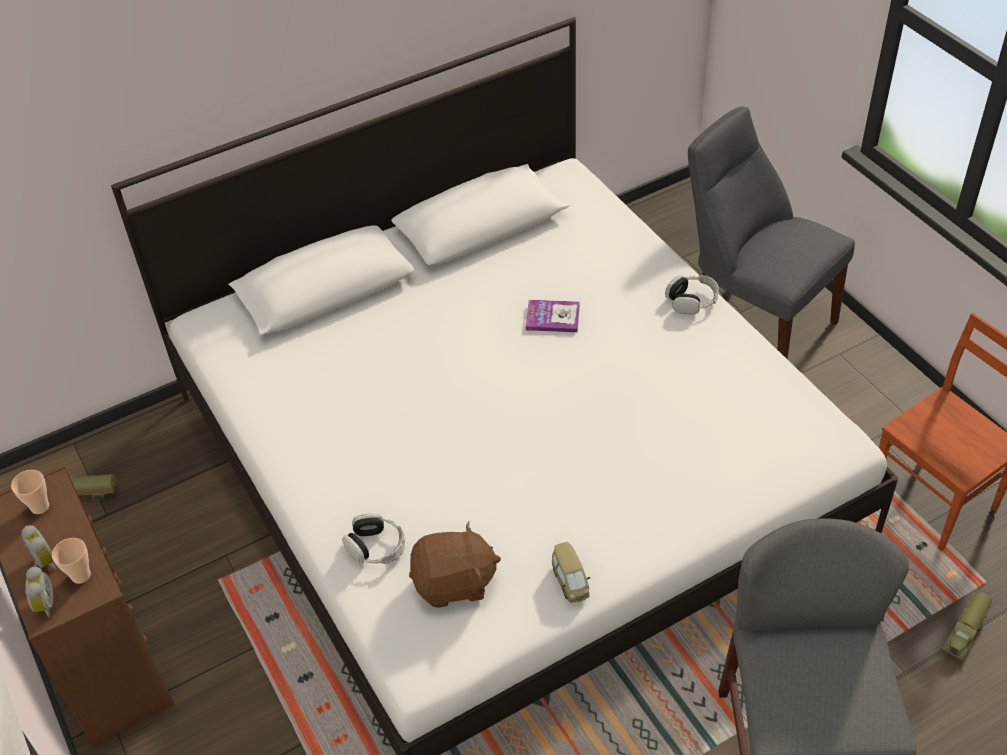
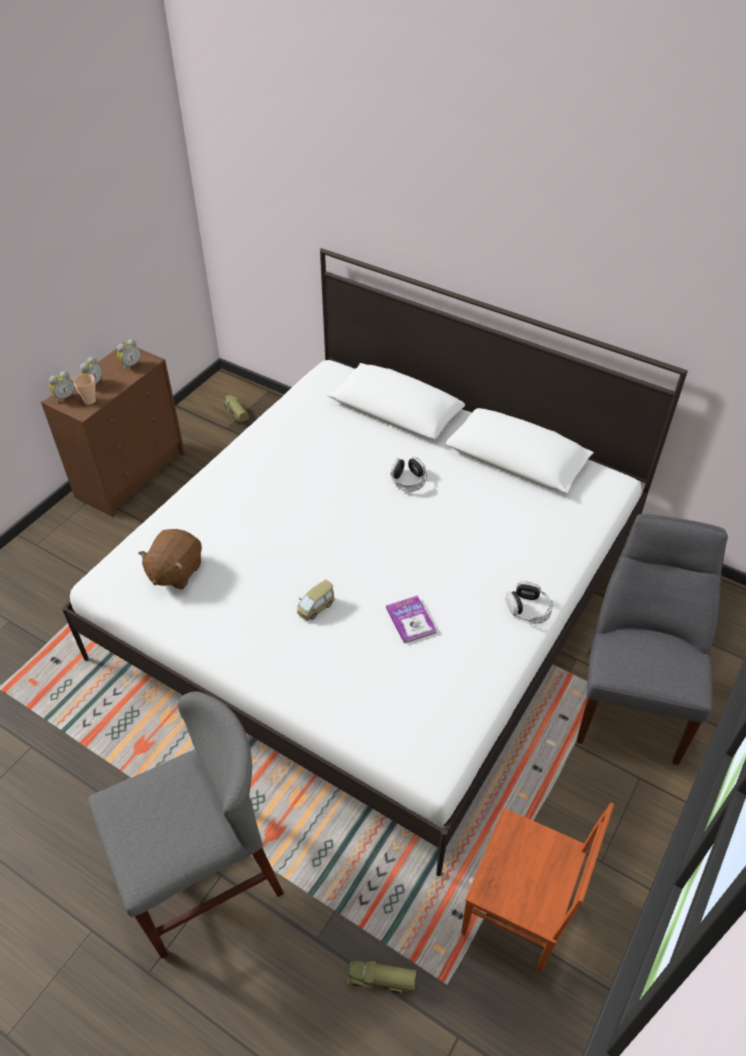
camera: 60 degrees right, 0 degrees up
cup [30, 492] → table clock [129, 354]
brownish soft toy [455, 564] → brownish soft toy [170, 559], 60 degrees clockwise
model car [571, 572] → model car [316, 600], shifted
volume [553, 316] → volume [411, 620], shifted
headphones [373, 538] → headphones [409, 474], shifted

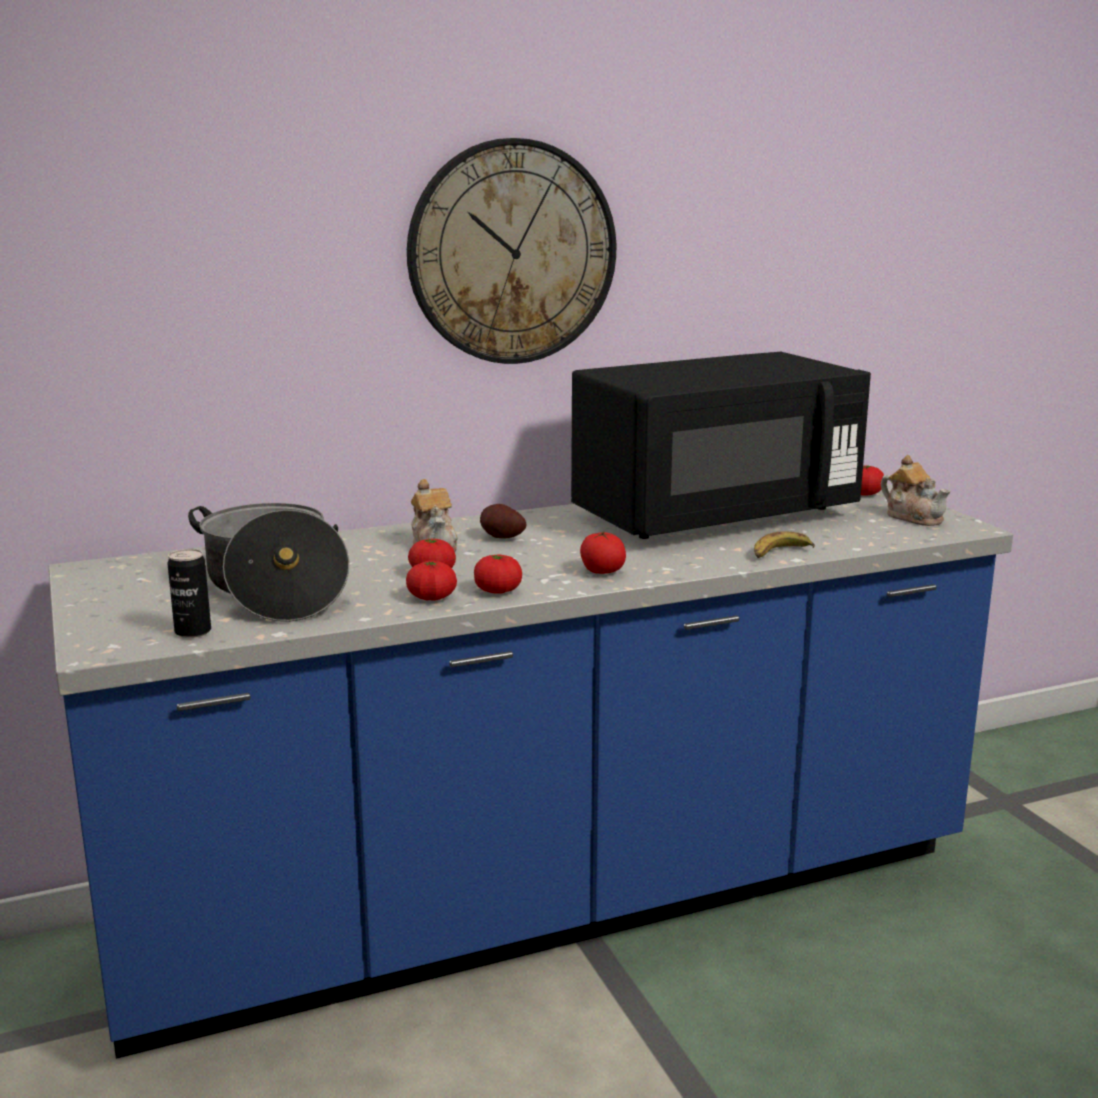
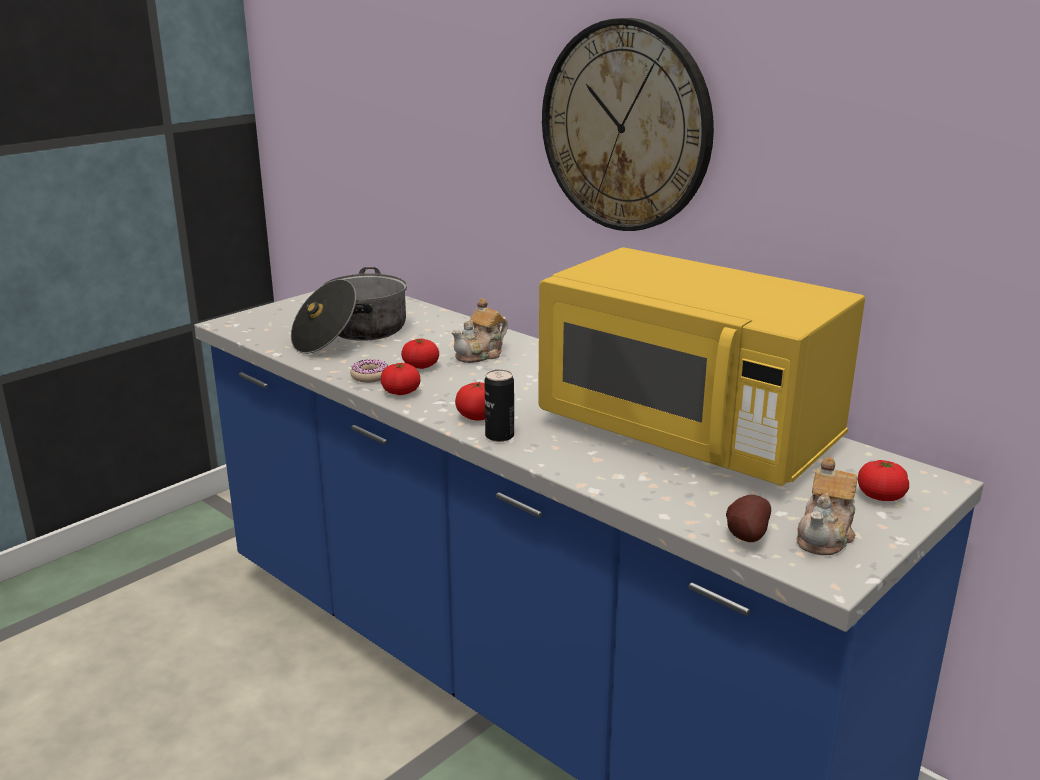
camera: 65 degrees right, 5 degrees up
fresh tomato [431, 581] → doughnut [369, 371]
metal can [189, 593] → metal can [499, 405], shifted
black-coloured microwave [721, 445] → yellow microwave [701, 366]
whole potato [503, 521] → whole potato [748, 518], shifted
banana [784, 544] → -

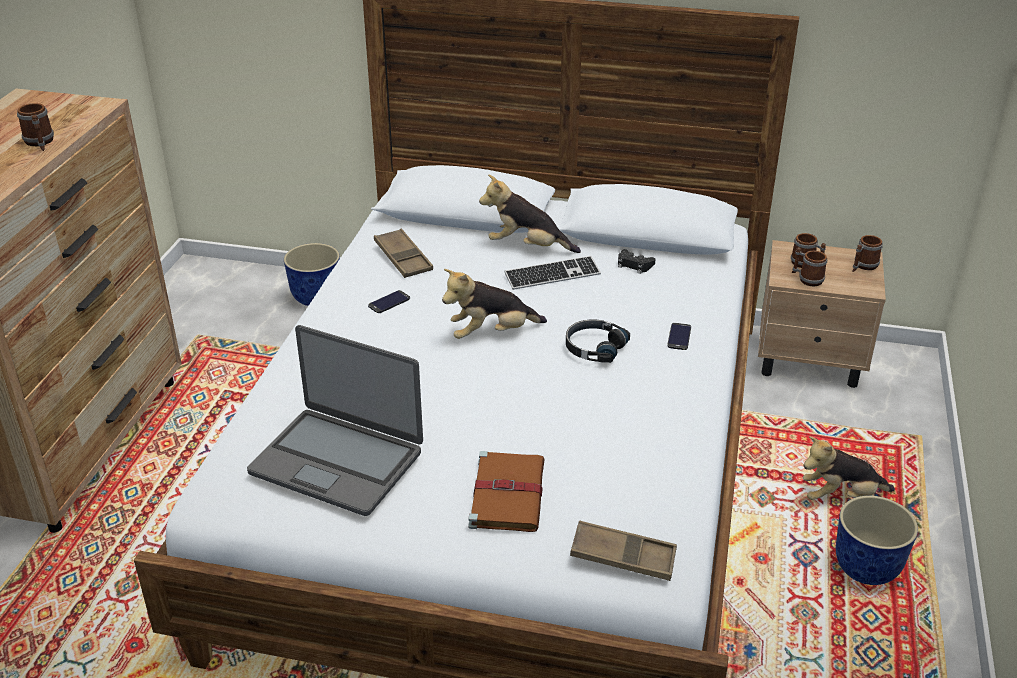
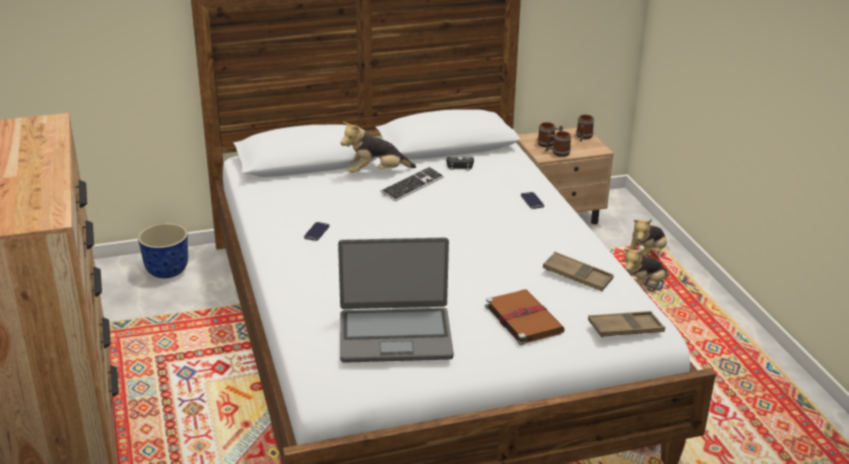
camera: 30 degrees left, 5 degrees down
brownish carrying tray [403, 253] → brownish carrying tray [578, 271], shifted
soft toy [494, 304] → soft toy [645, 237], shifted
coffee mug [35, 127] → -
black-coloured headphones [598, 341] → -
planter [877, 540] → -

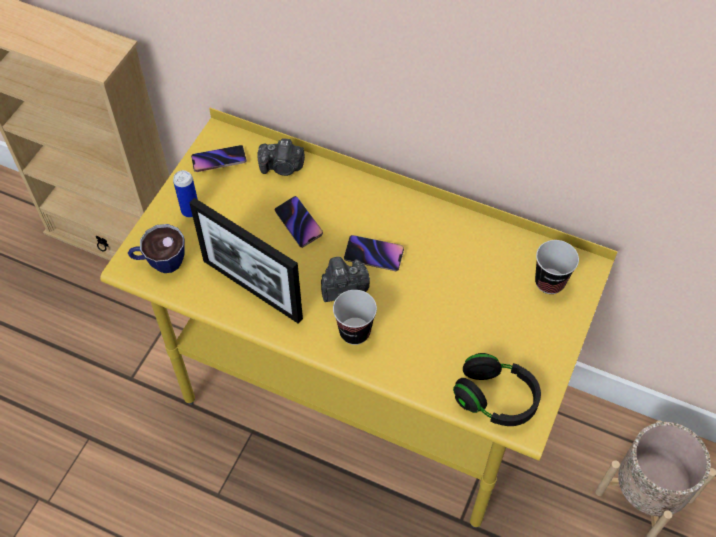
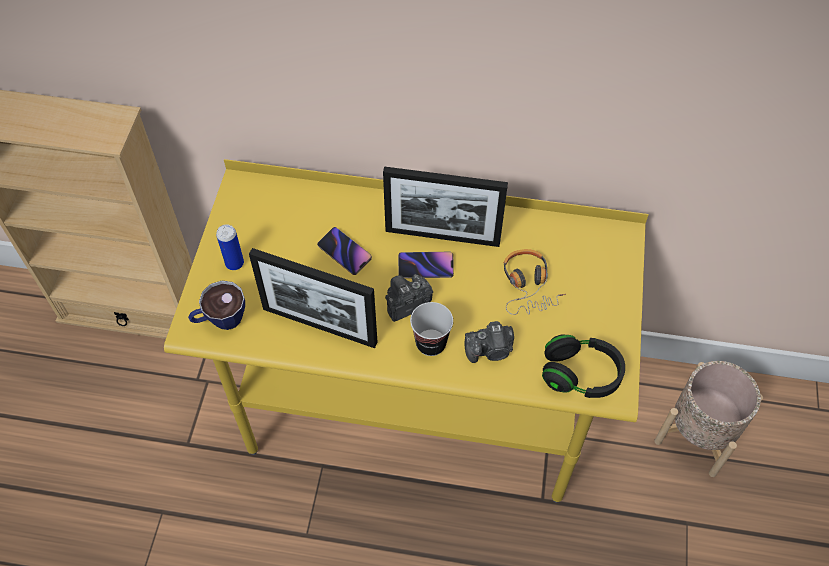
camera: 15 degrees left, 0 degrees up
- → picture frame [445, 206]
still camera [281, 157] → still camera [489, 342], shifted
- → headphones [535, 282]
telephone [219, 158] → -
cup [557, 267] → -

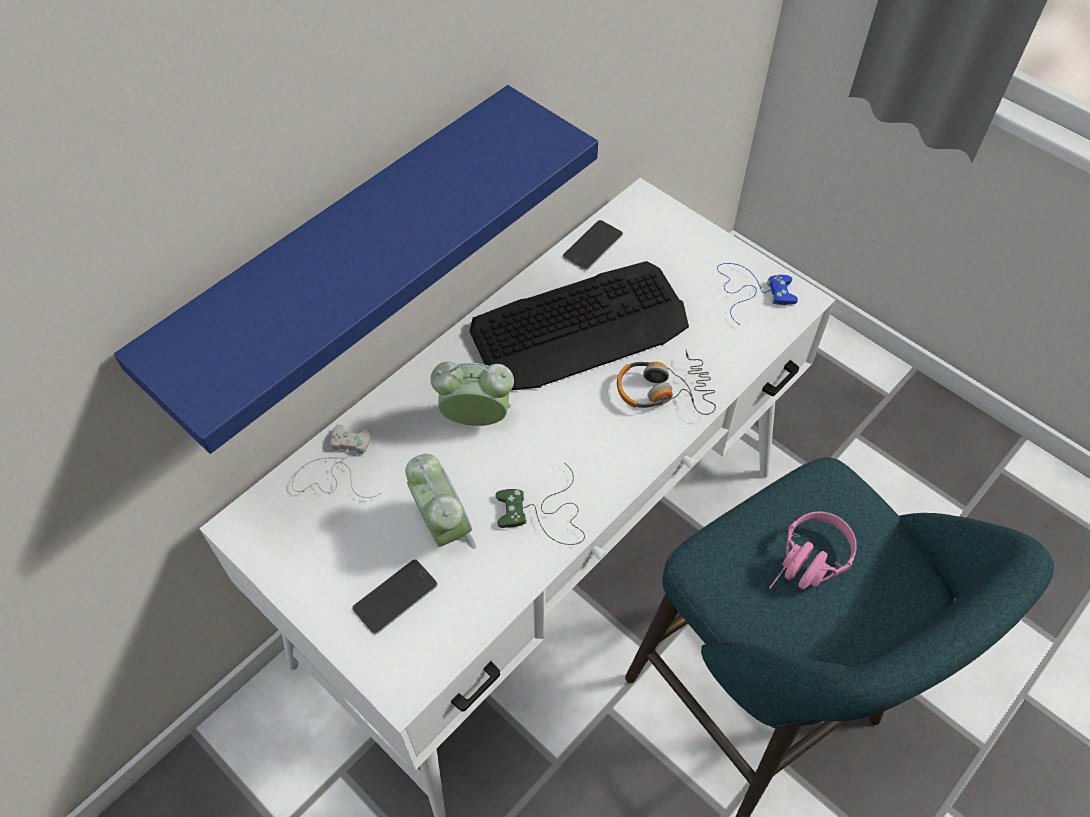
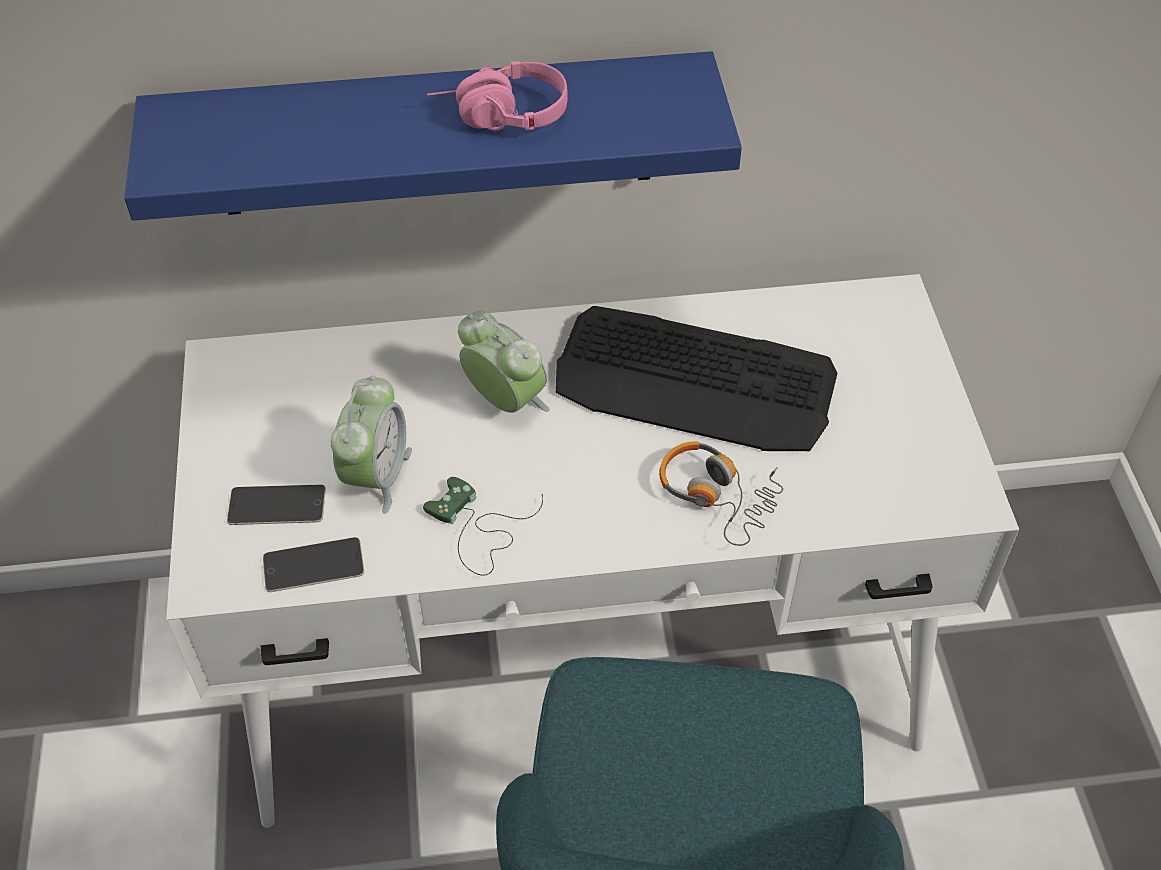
camera: 40 degrees right, 5 degrees down
telephone [592, 245] → telephone [313, 564], shifted
pink-coloured headphones [813, 550] → pink-coloured headphones [497, 96], shifted
whitish gamepad [336, 461] → -
blue-coloured gamepad [757, 294] → -

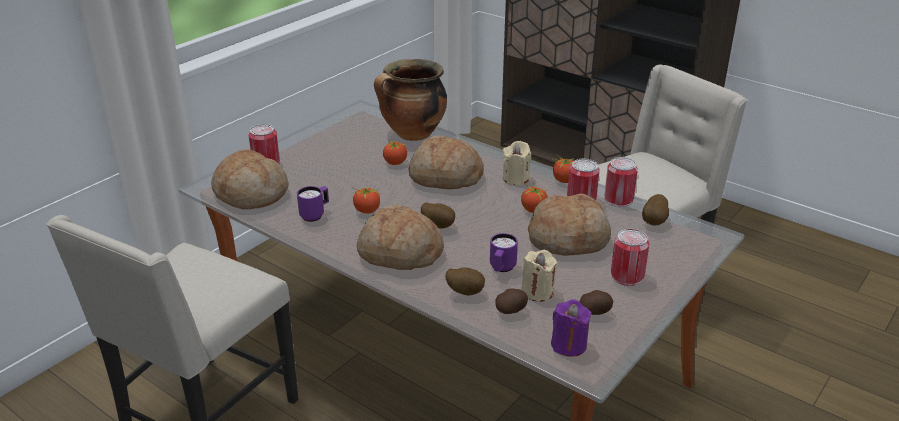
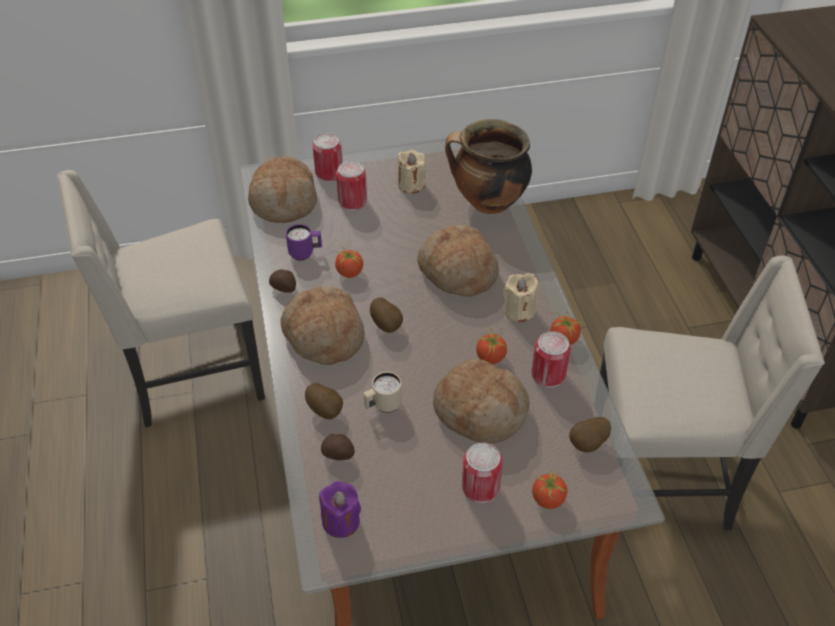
camera: 40 degrees right, 15 degrees up
whole potato [596, 302] → whole potato [282, 281], shifted
metal can [621, 182] → metal can [351, 186], shifted
purple coffee mug [504, 252] → beige-coloured coffee mug [383, 392]
beige-coloured wax candle [539, 276] → beige-coloured wax candle [412, 171], shifted
fresh tomato [395, 153] → fresh tomato [550, 490], shifted

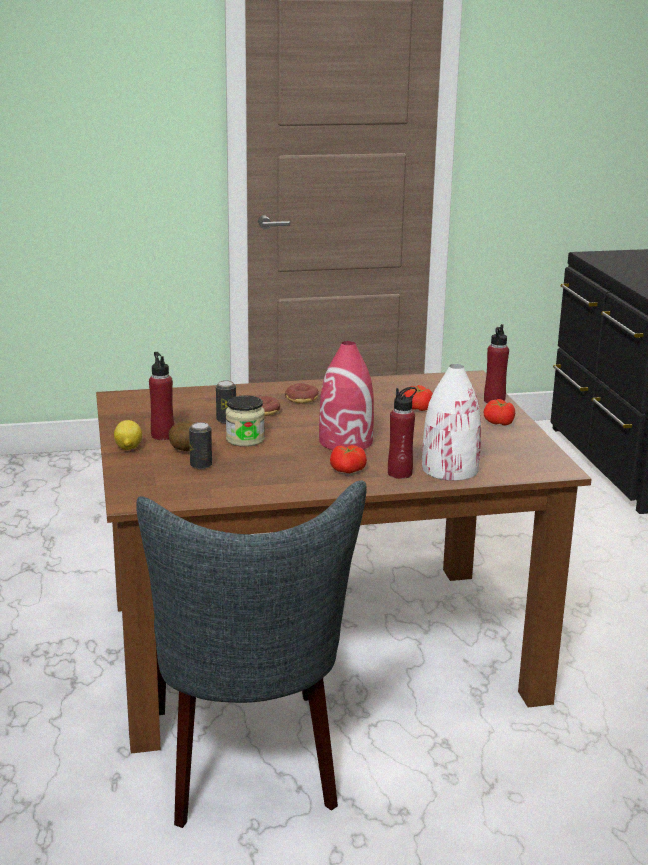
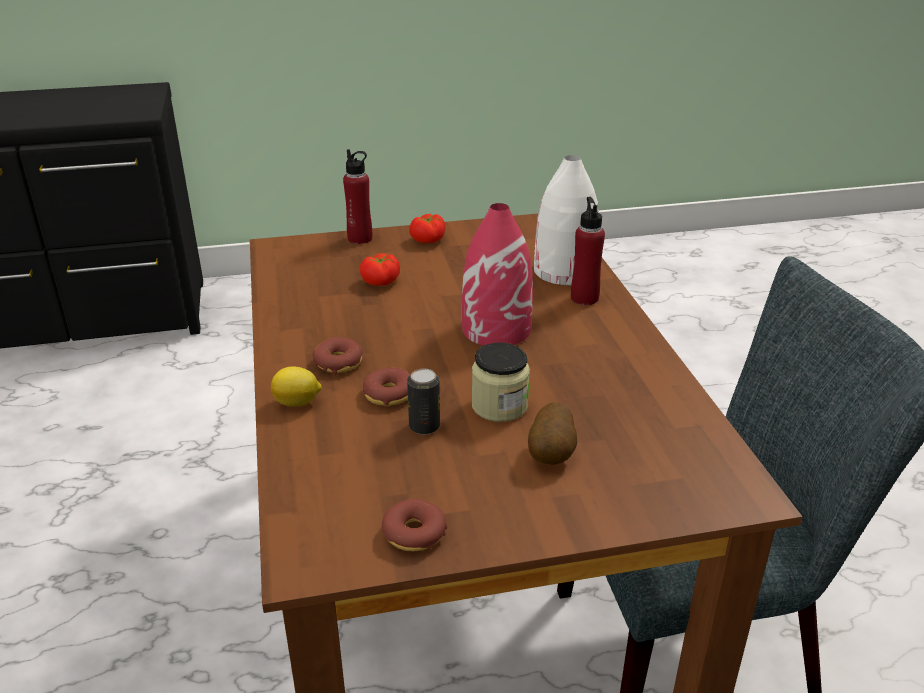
camera: 90 degrees left, 10 degrees up
citrus fruit [128, 435] → citrus fruit [296, 386], shifted
- → doughnut [414, 525]
red beverage bottle [161, 396] → -
metal can [200, 445] → -
fresh tomato [348, 459] → -

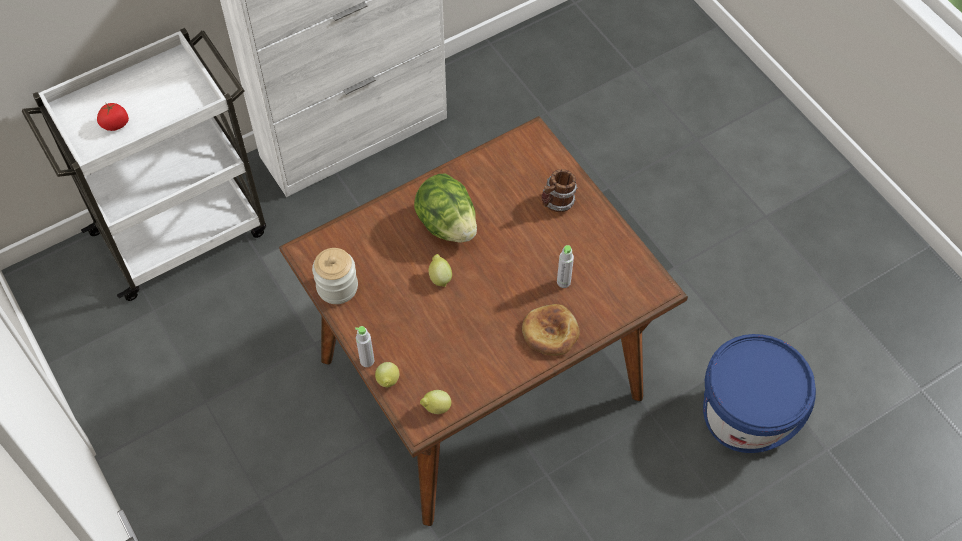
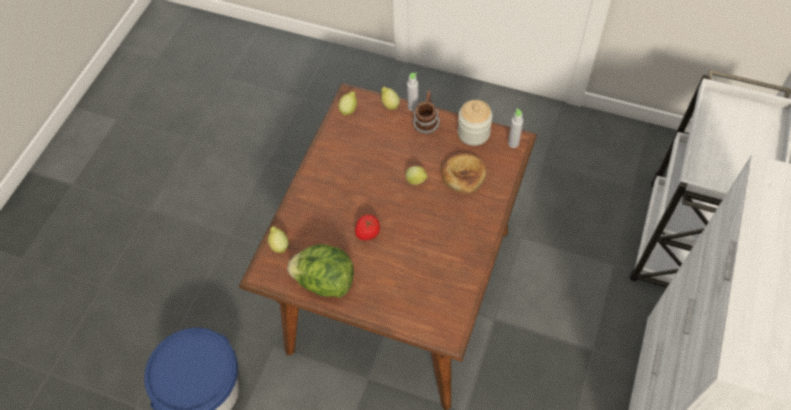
camera: 145 degrees right, 0 degrees up
- → citrus fruit [278, 239]
lettuce [445, 208] → lettuce [320, 271], shifted
fresh tomato [113, 116] → fresh tomato [367, 227], shifted
coffee mug [560, 190] → coffee mug [426, 112], shifted
bread [551, 330] → bread [463, 173], shifted
grey beverage bottle [565, 266] → grey beverage bottle [515, 128], shifted

